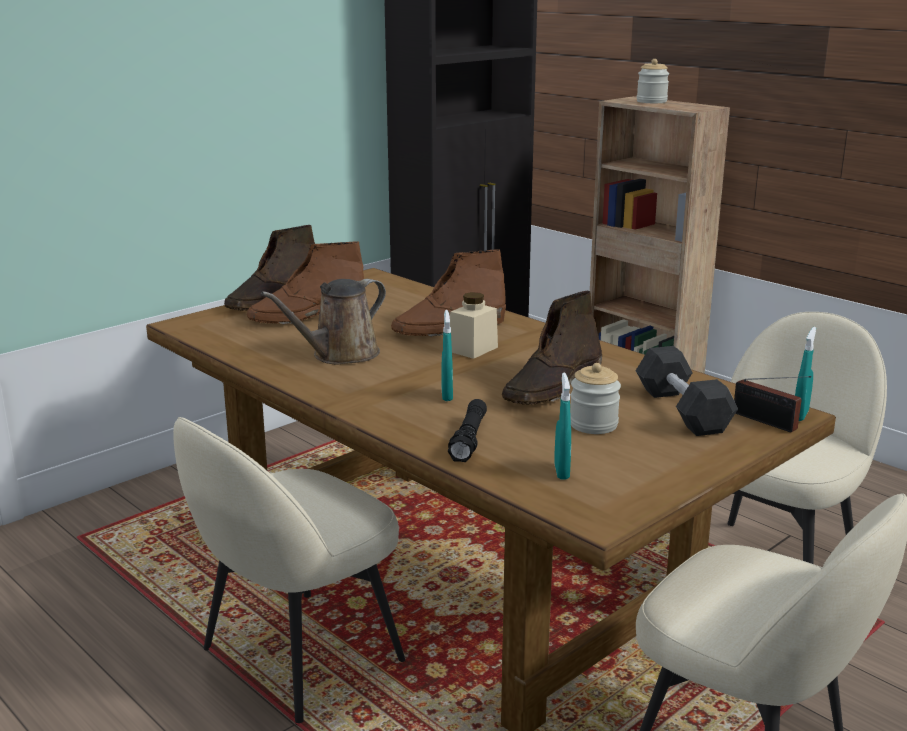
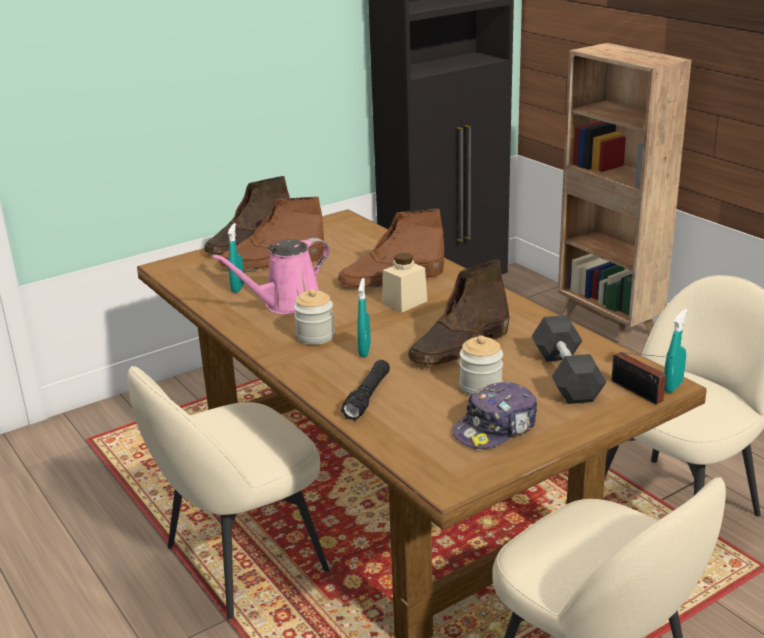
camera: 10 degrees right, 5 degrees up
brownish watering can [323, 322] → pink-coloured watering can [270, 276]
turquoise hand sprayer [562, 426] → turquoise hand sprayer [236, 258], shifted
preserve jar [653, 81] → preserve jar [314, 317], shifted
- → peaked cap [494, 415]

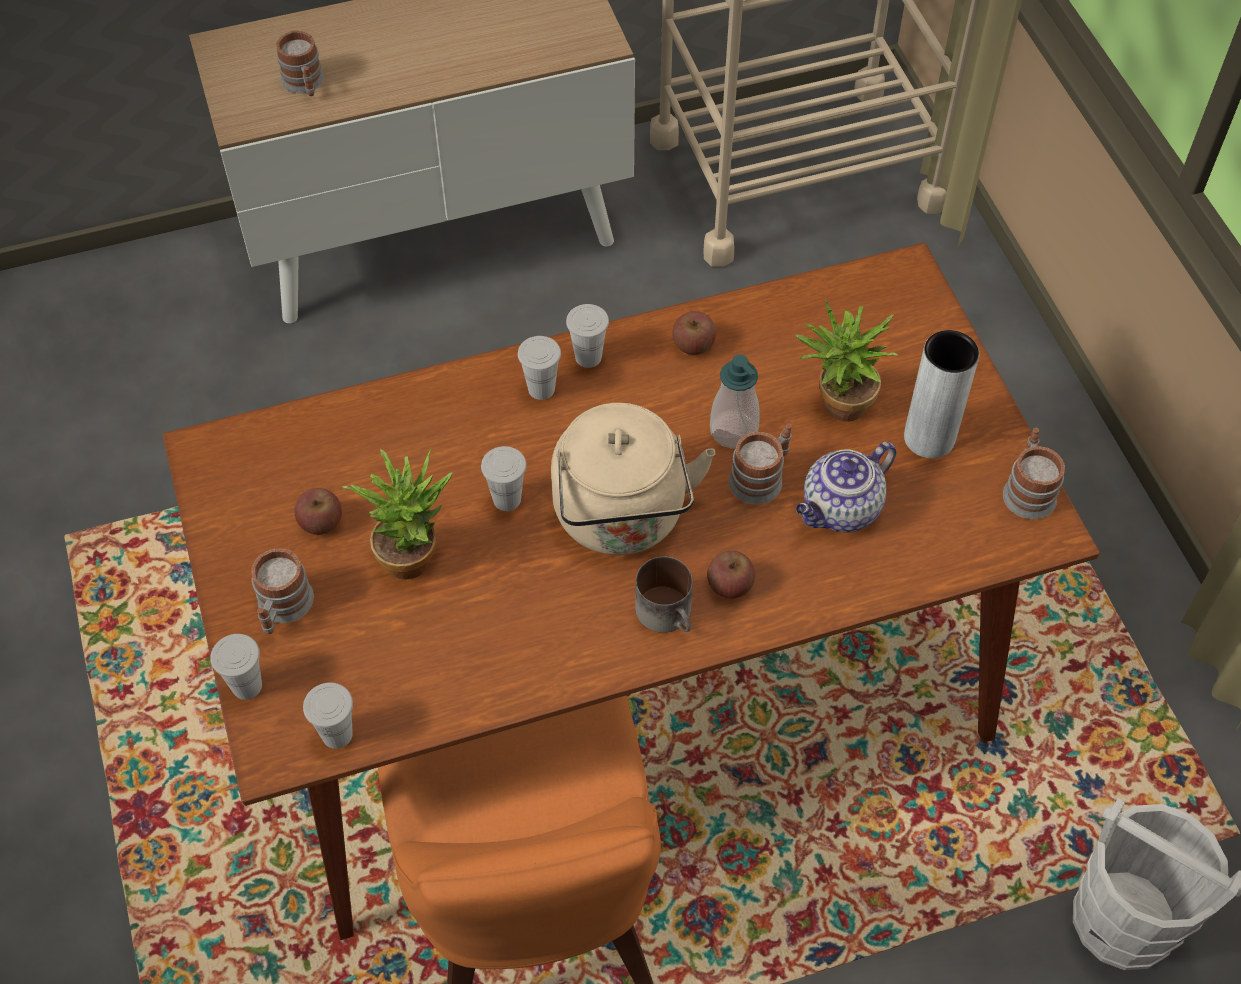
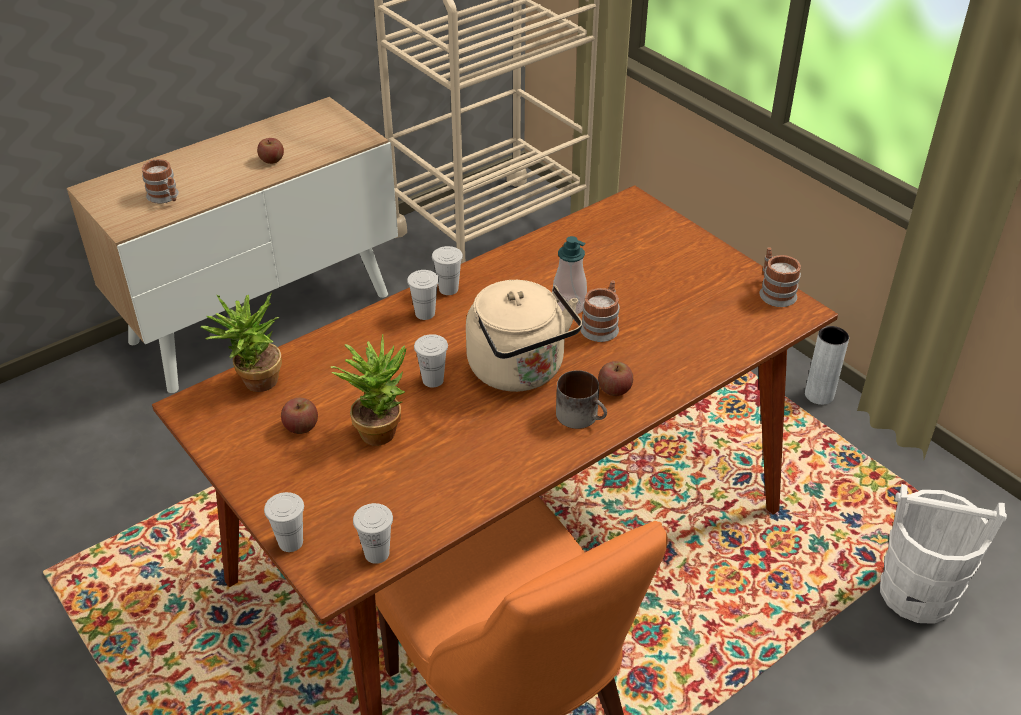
camera: 20 degrees left, 15 degrees down
potted plant [846, 361] → potted plant [241, 342], shifted
whole apple [694, 333] → whole apple [270, 151], shifted
grey flower vase [941, 394] → grey flower vase [827, 365], shifted
coffee mug [282, 591] → -
pot for tea [846, 487] → -

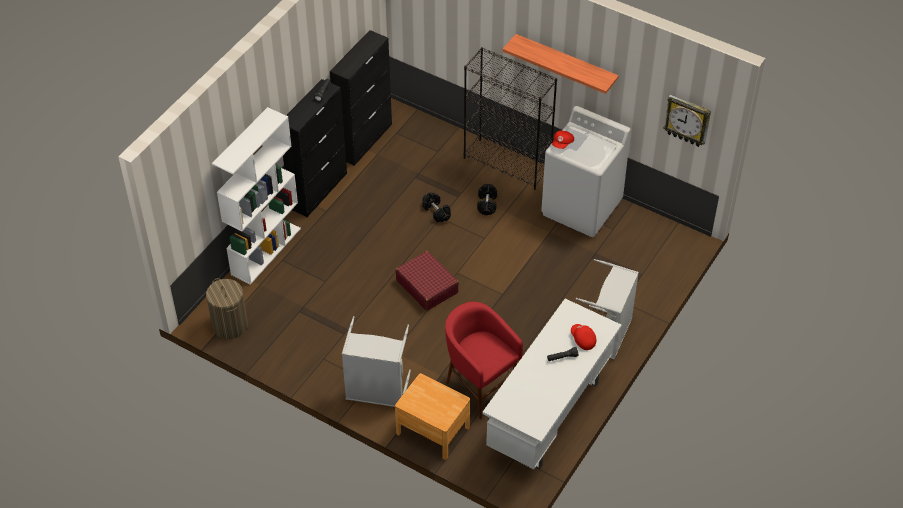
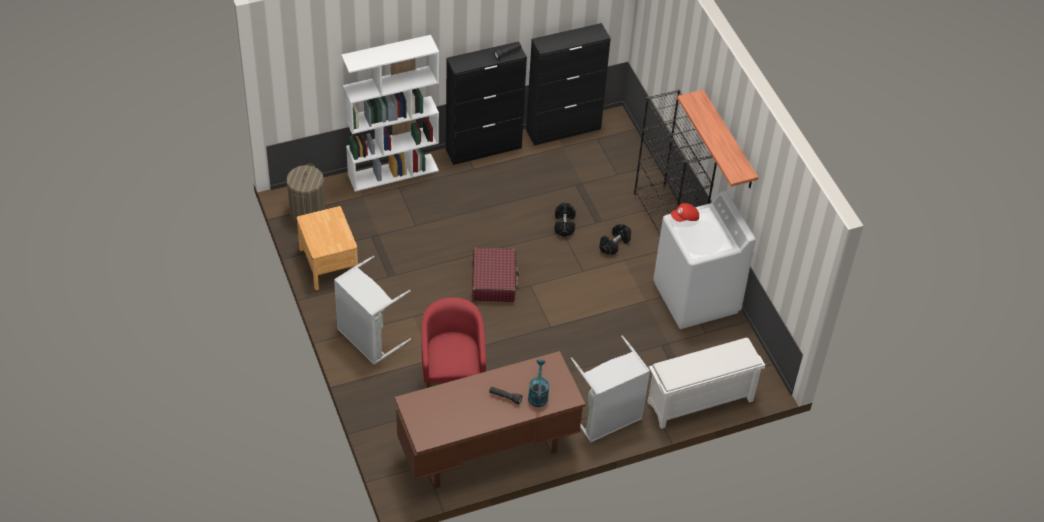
camera: 35 degrees right, 0 degrees up
brownish bedside table [432, 416] → brownish bedside table [327, 248], shifted
whitish desk unit [552, 384] → brownish desk unit [490, 419]
red peaked cap [583, 337] → turquoise watering can [538, 383]
- → whitish shoe shelf [706, 383]
wall clock [687, 120] → -

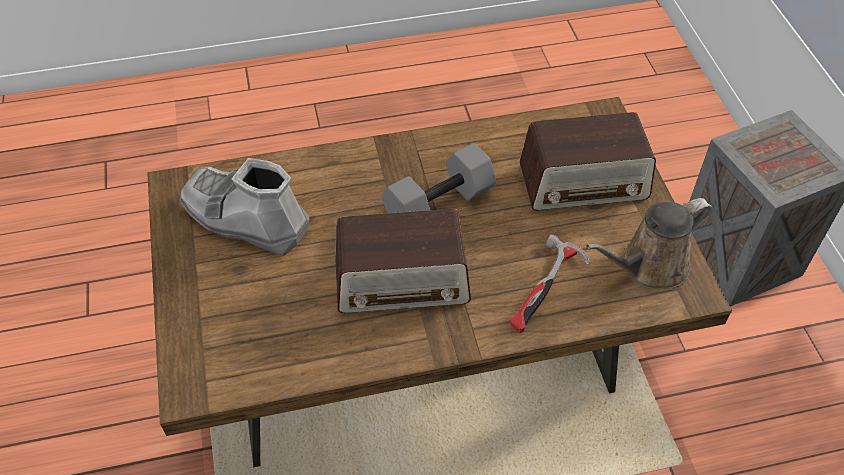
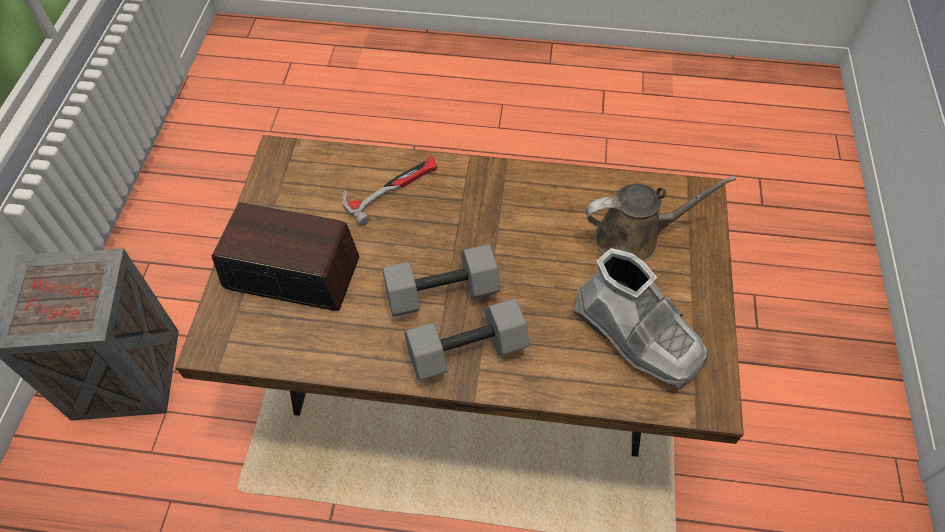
camera: 160 degrees left, 5 degrees up
- → grey free weight [466, 339]
brownish watering can [649, 243] → brownish watering can [661, 219], shifted
radio [403, 261] → -

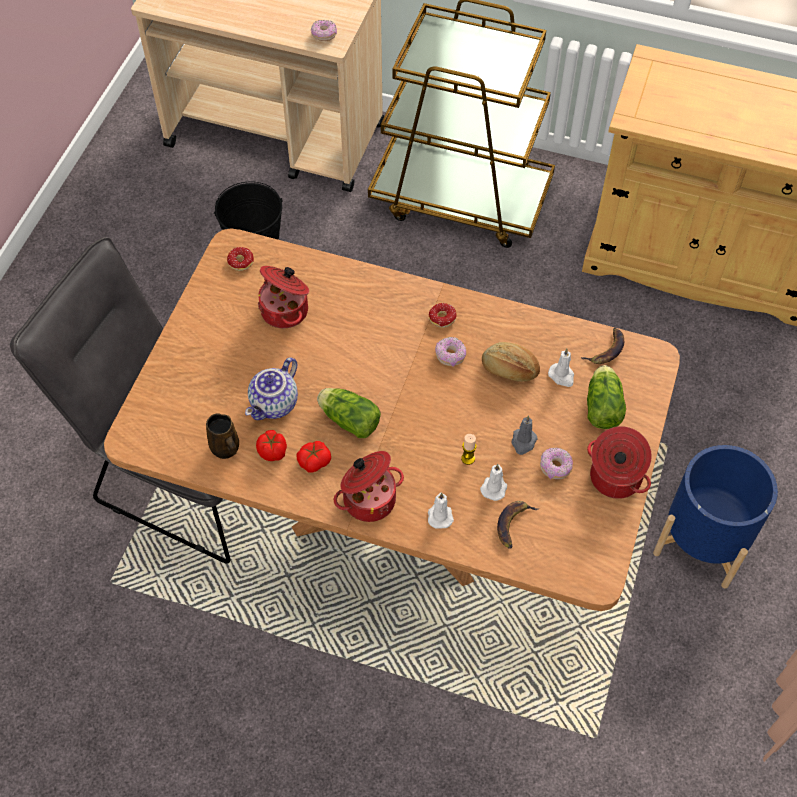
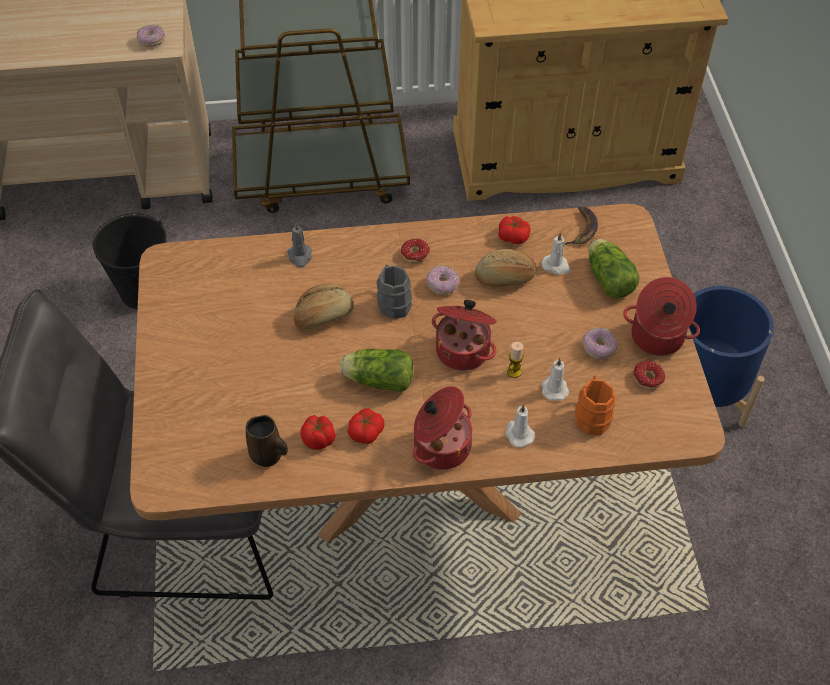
camera: 25 degrees left, 5 degrees down
grey wax candle [524, 435] → grey wax candle [299, 245], shifted
- → bread [323, 306]
- → grey coffee mug [394, 291]
saucepot [283, 297] → saucepot [464, 335], shifted
- → fresh tomato [514, 230]
banana [517, 525] → orange coffee mug [595, 405]
doughnut [240, 259] → doughnut [649, 375], shifted
pot for tea [271, 388] → -

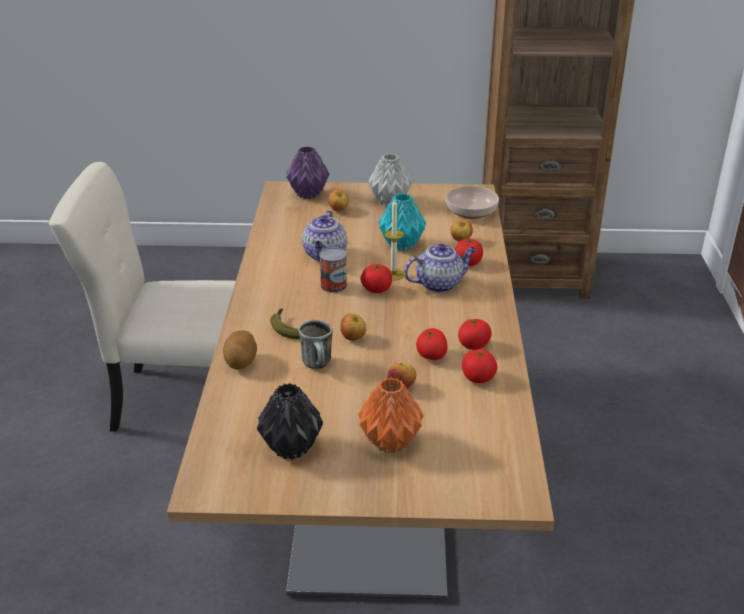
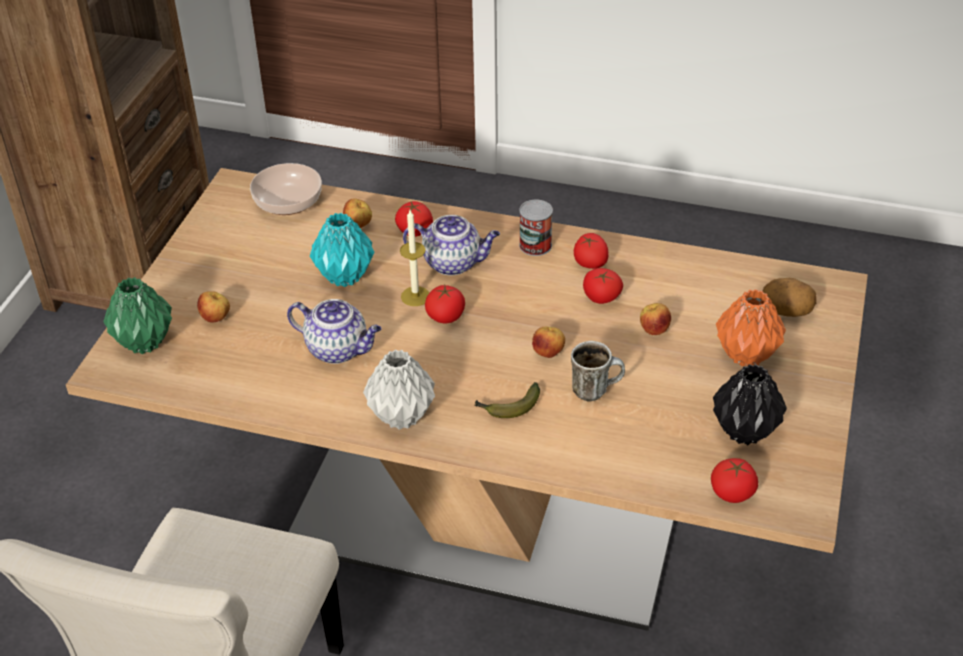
camera: 75 degrees left, 10 degrees up
purple flower vase [308, 172] → green flower vase [137, 315]
grey flower vase [390, 180] → grey flower vase [399, 389], shifted
pot for tea [440, 268] → pot for tea [451, 245], 105 degrees clockwise
metal can [333, 270] → metal can [536, 228], shifted
fresh tomato [479, 366] → fresh tomato [734, 480], shifted
whole potato [240, 350] → whole potato [790, 297], shifted

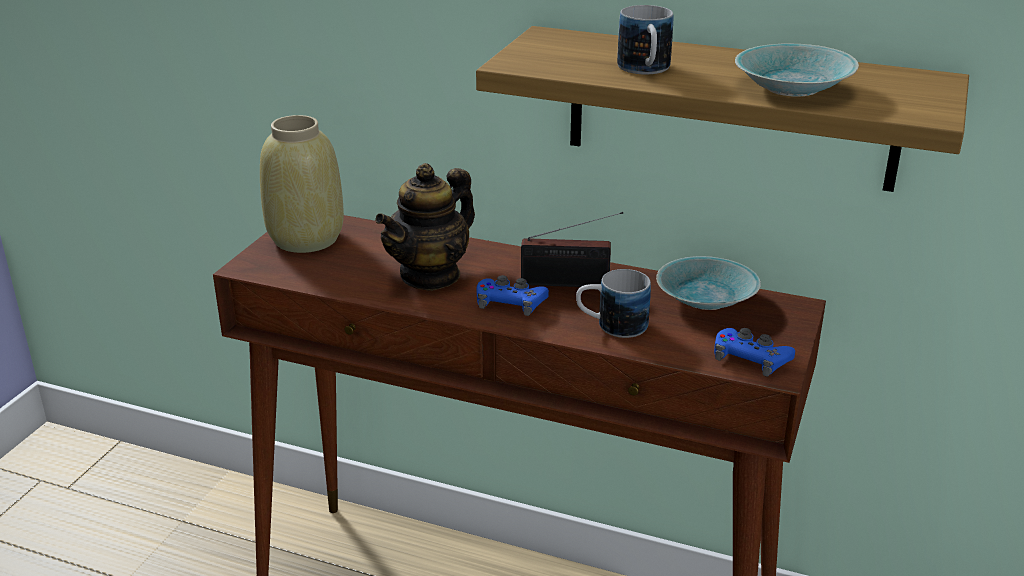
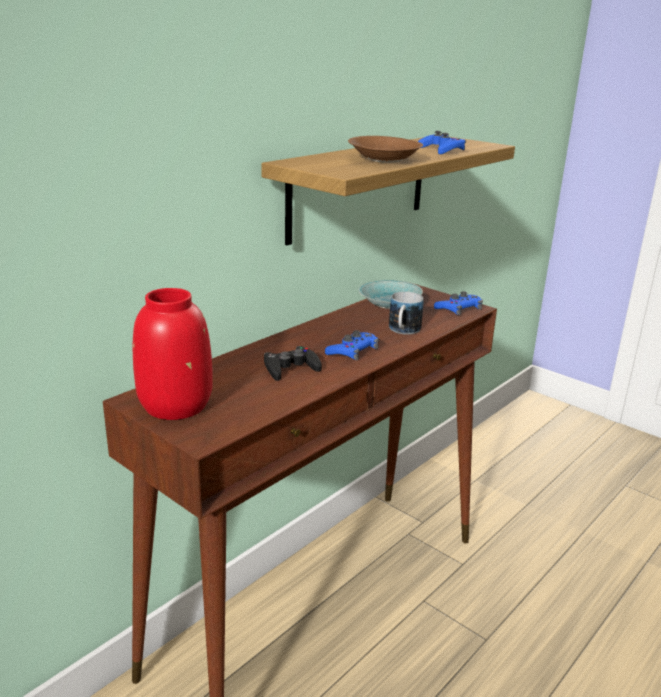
camera: 70 degrees left, 5 degrees down
beige-coloured flower vase [302, 184] → red flower vase [173, 354]
pot for tea [425, 227] → black-coloured gamepad [293, 363]
coffee mug [645, 39] → brownish deep dish [385, 149]
turquoise deep dish [797, 70] → blue-coloured gamepad [442, 142]
radio [572, 249] → -

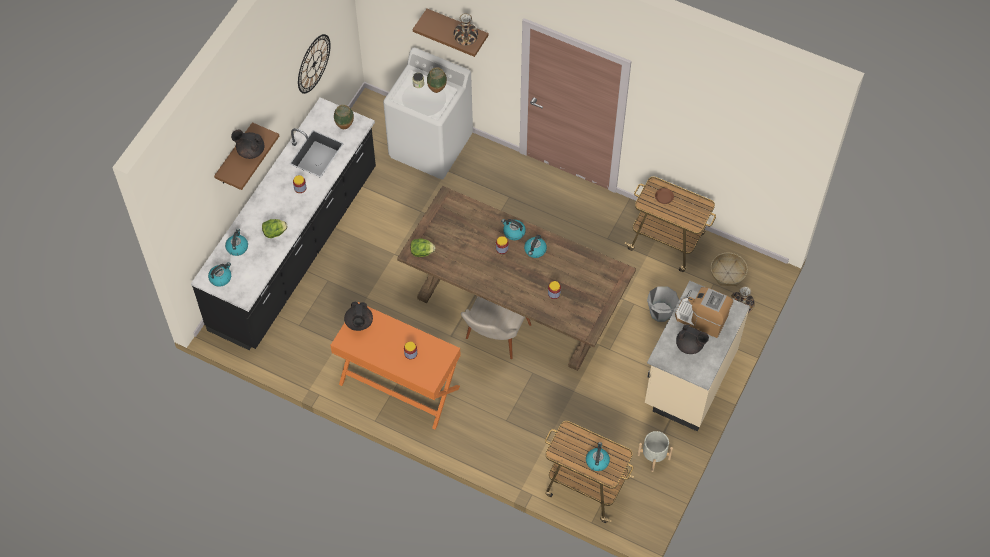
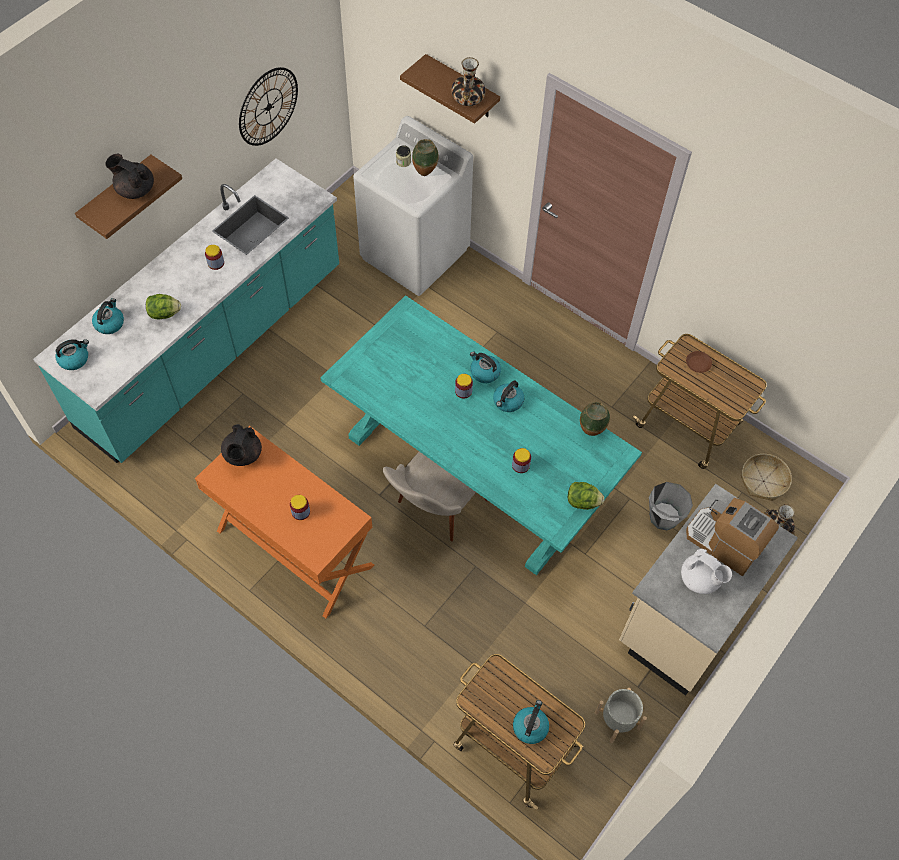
camera: 10 degrees right, 0 degrees up
black-coloured counter [283, 224] → turquoise counter [186, 311]
brownish kitchen table [516, 278] → turquoise kitchen table [481, 435]
lettuce [422, 247] → lettuce [586, 496], shifted
flower vase [344, 117] → flower vase [595, 419], shifted
black-coloured pot for tea [692, 339] → whitish pot for tea [706, 571]

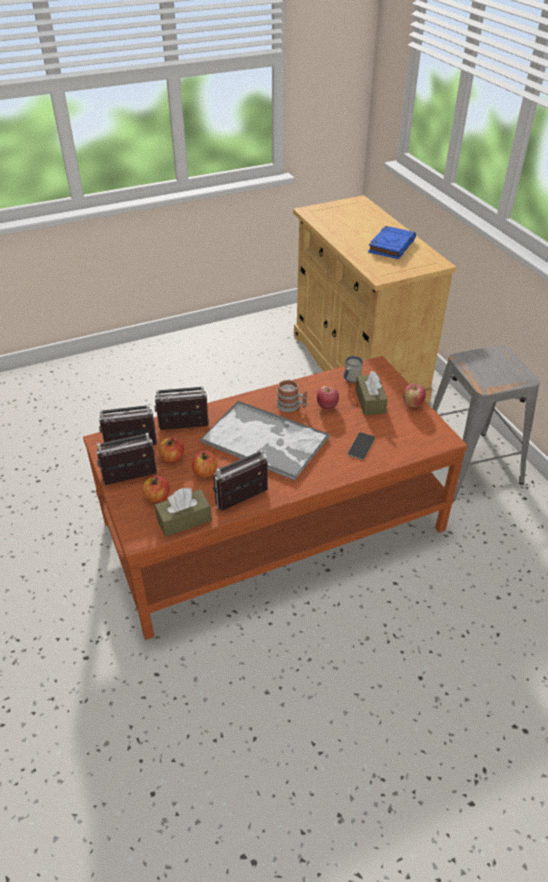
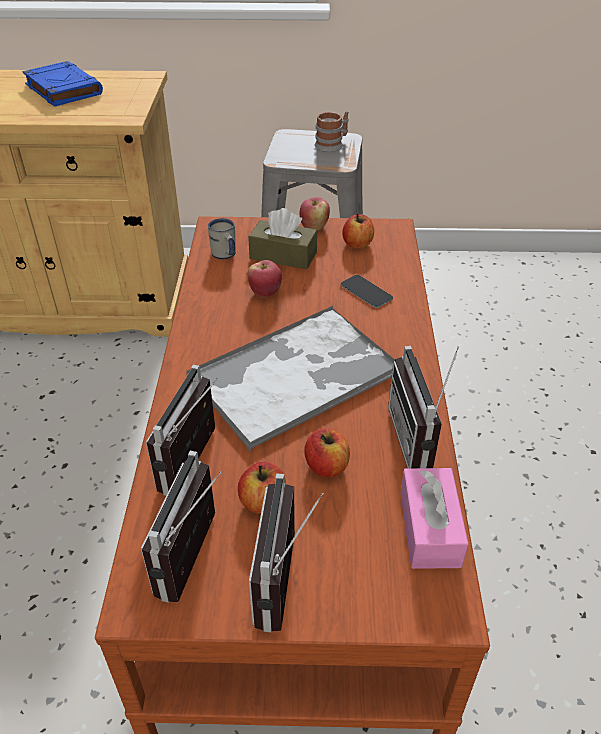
camera: 65 degrees left, 0 degrees up
coffee mug [291, 396] → coffee mug [331, 131], shifted
whole apple [156, 489] → whole apple [358, 231], shifted
brownish box of tissues [183, 512] → pink-coloured box of tissues [434, 518]

